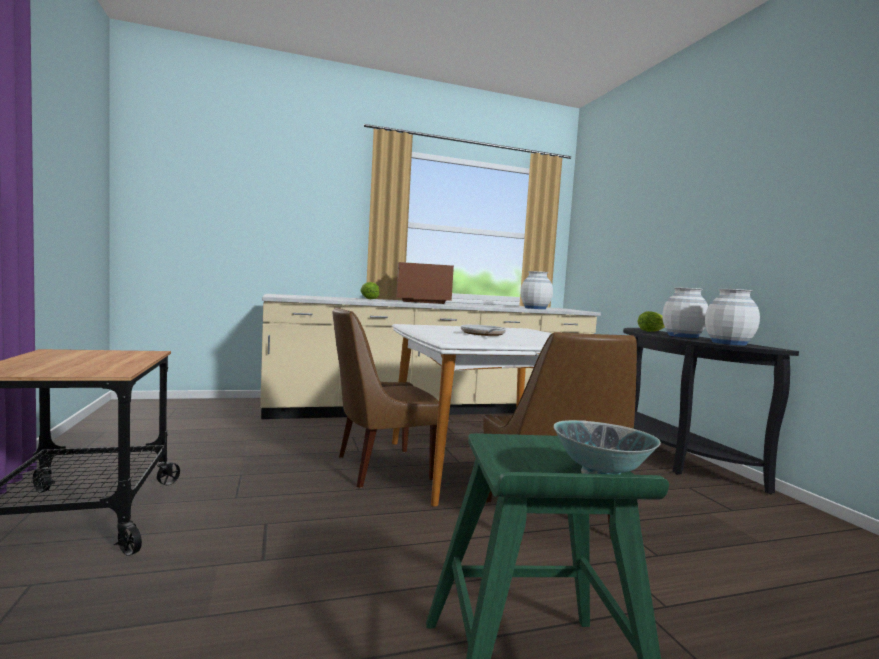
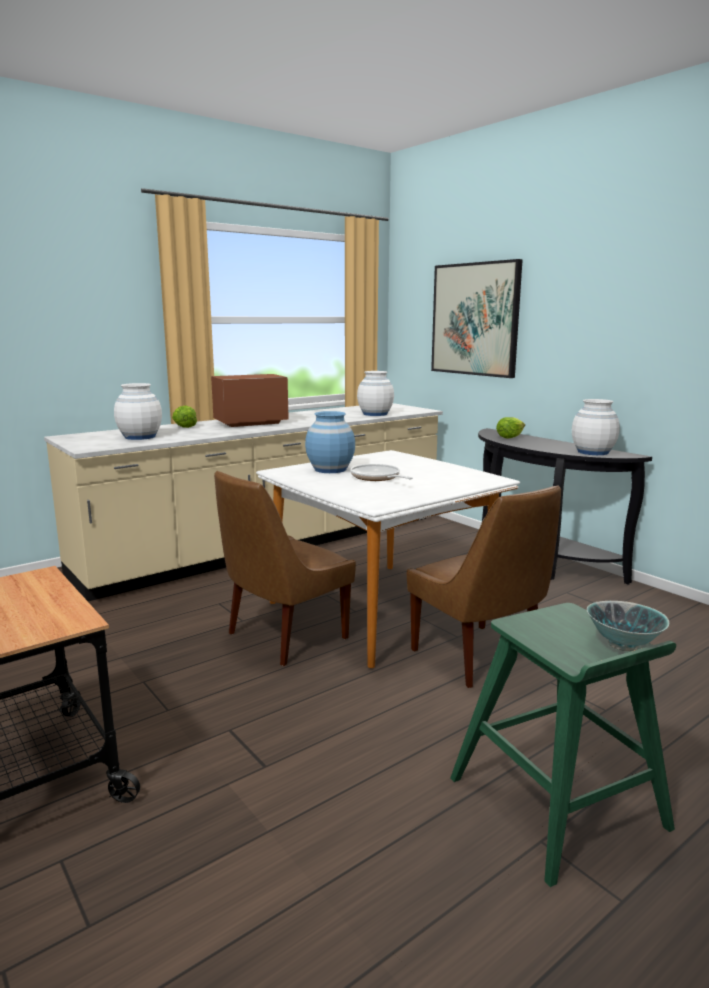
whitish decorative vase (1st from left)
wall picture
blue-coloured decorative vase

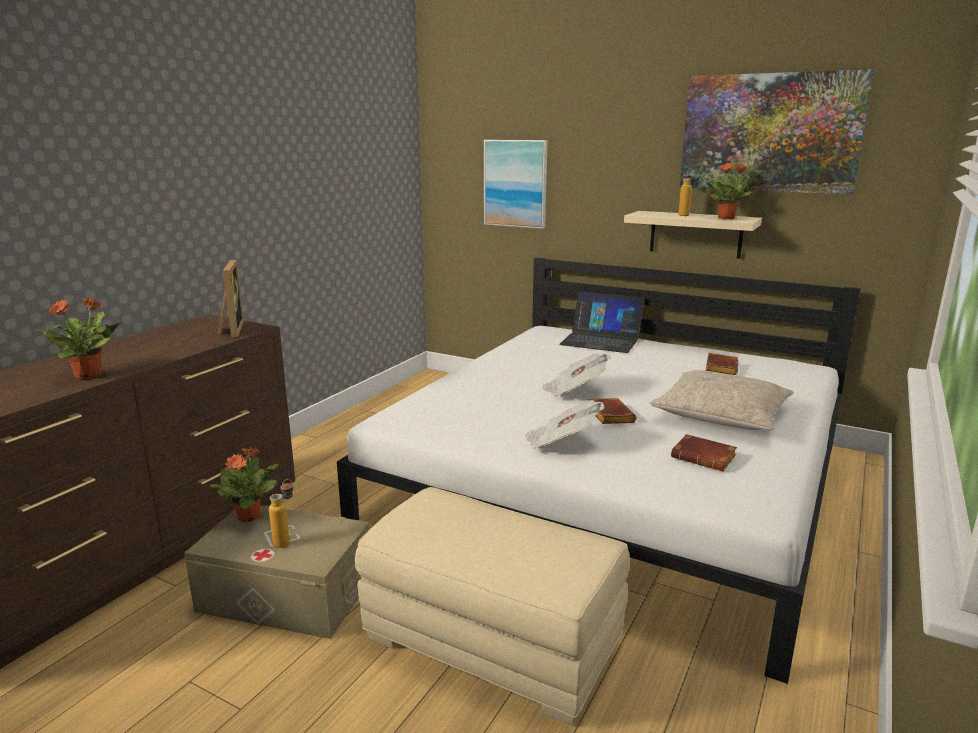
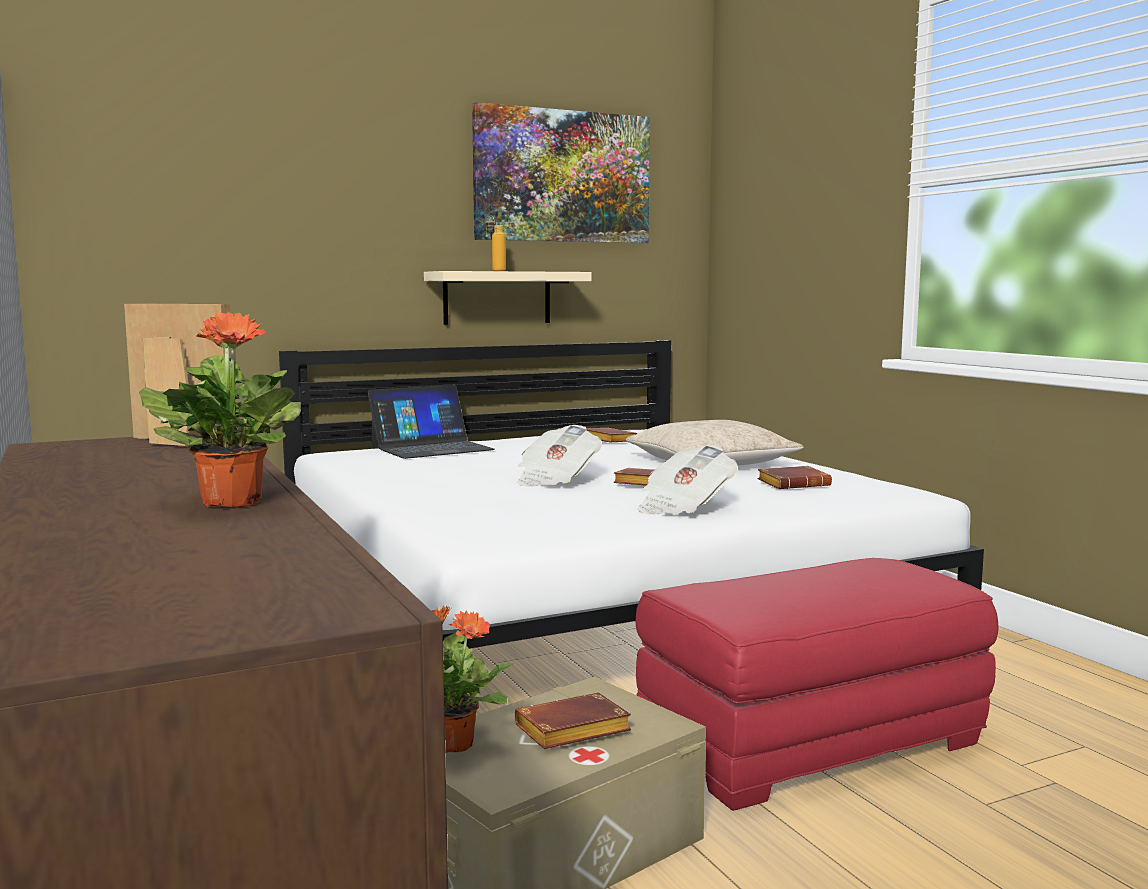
wall picture (1st from left in the first image)
potted plant (3rd from left in the first image)
brown-coloured book (1st from left)
red-coloured pouffe

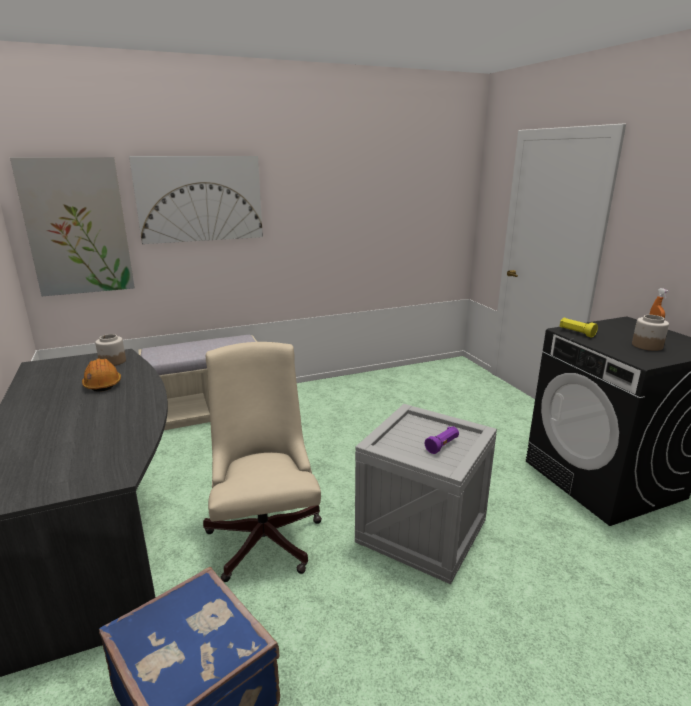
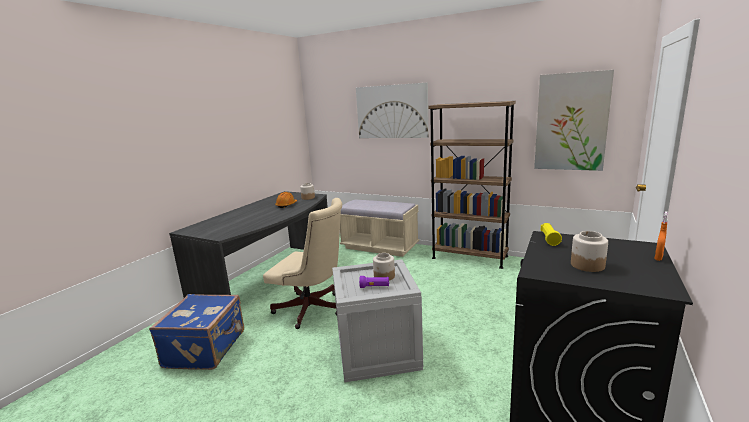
wall picture (2nd from left)
sand-coloured office chair
brown-coloured shelving unit
storage jar (2nd from left)

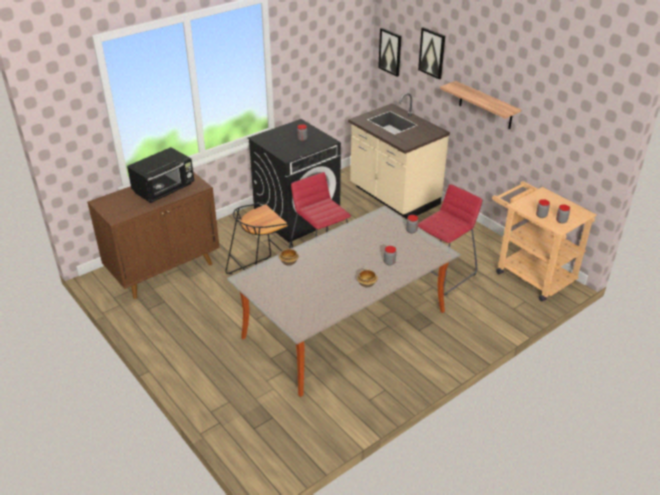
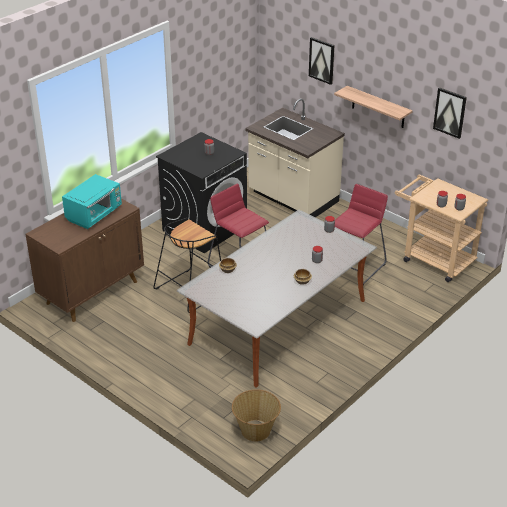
wall picture (2nd from left)
turquoise-coloured microwave
household basket

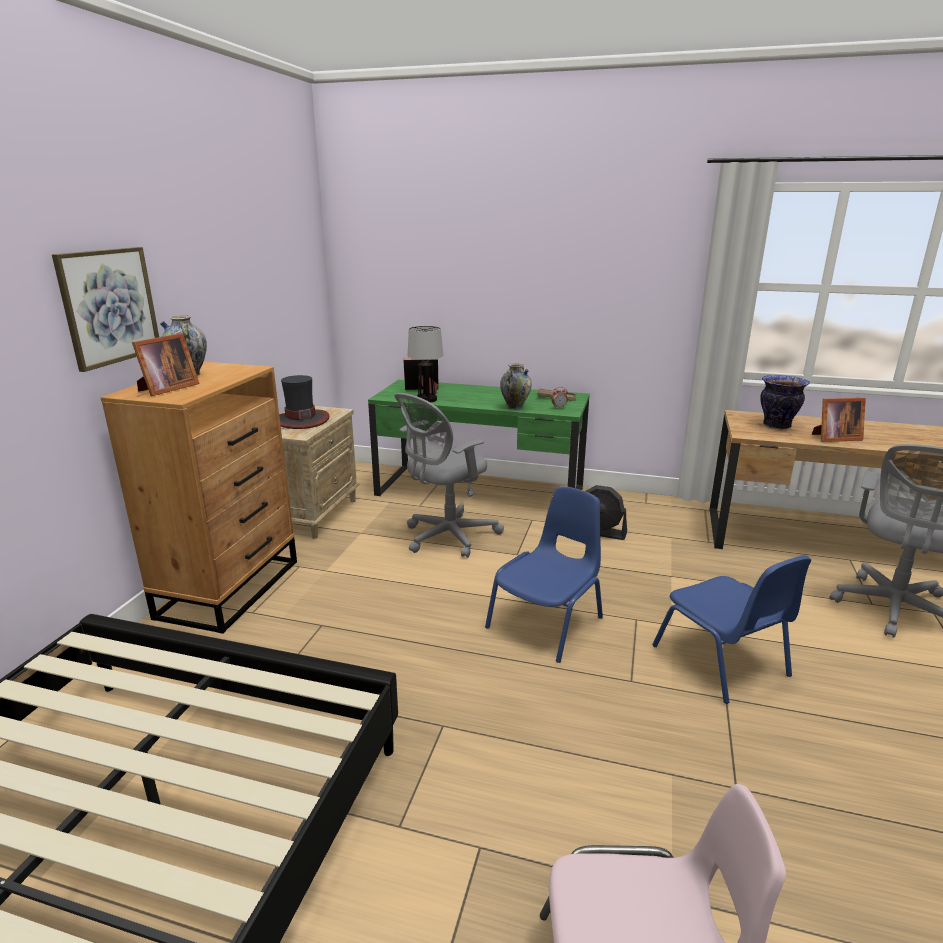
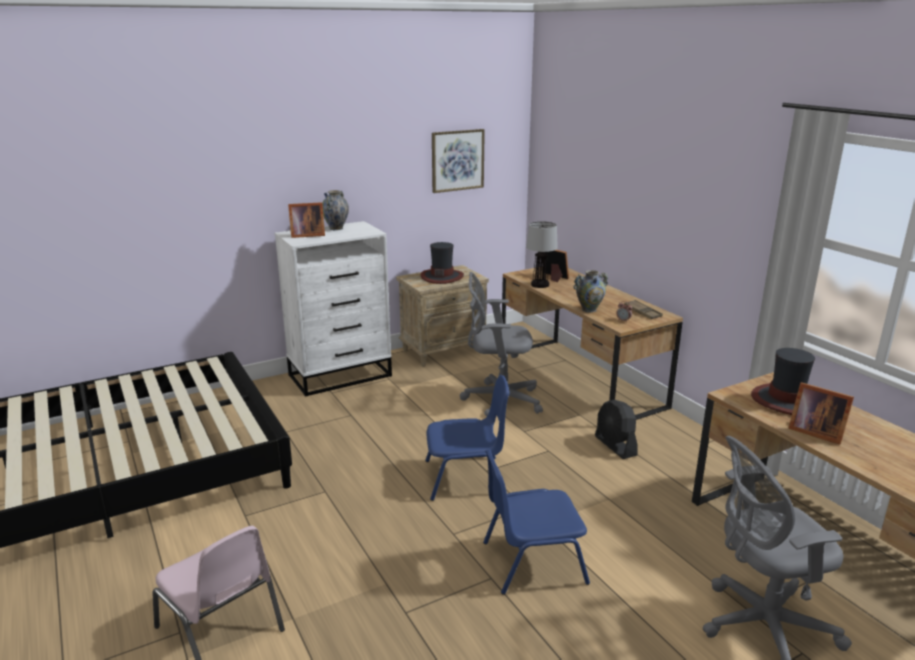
wall picture
whitish dresser
hat (2nd from left)
brown-coloured desk (1st from left)
blue-coloured chair (2nd from left)

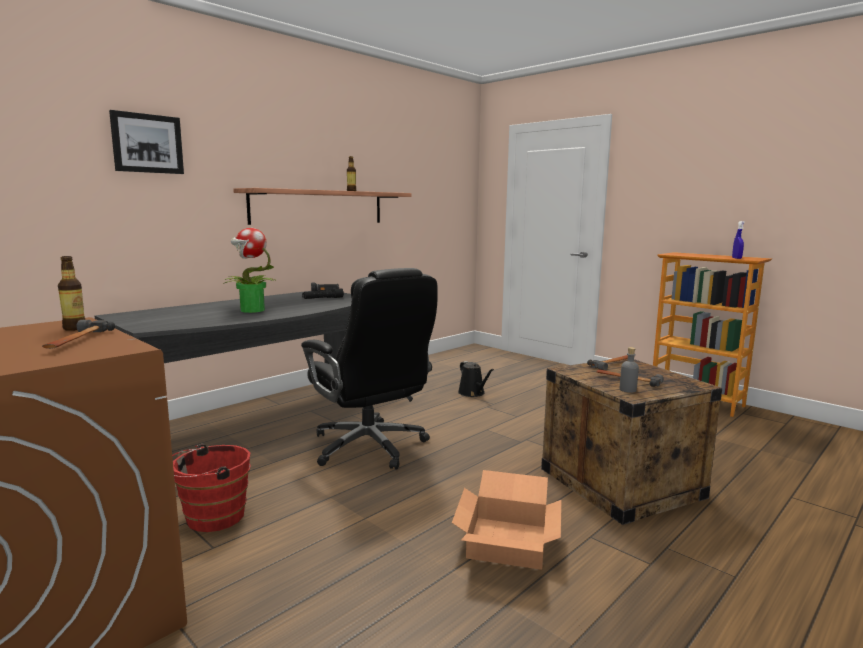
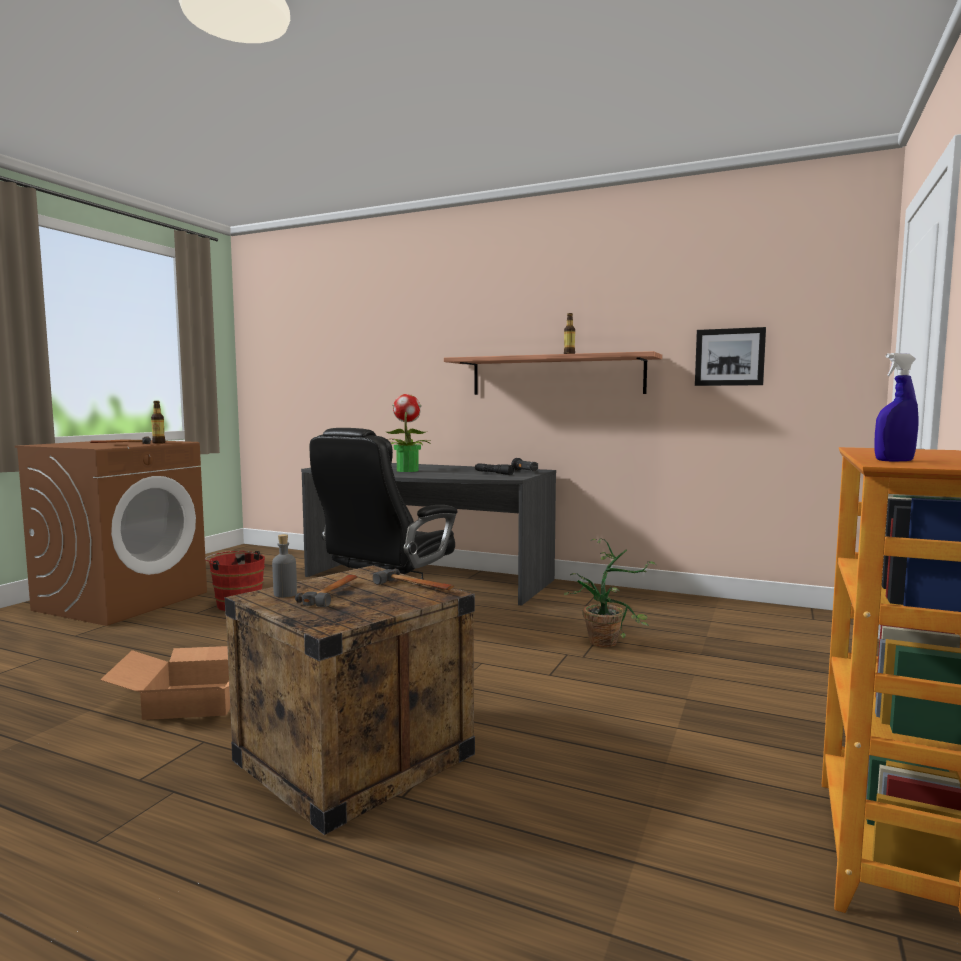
wall picture
potted plant (2nd from left)

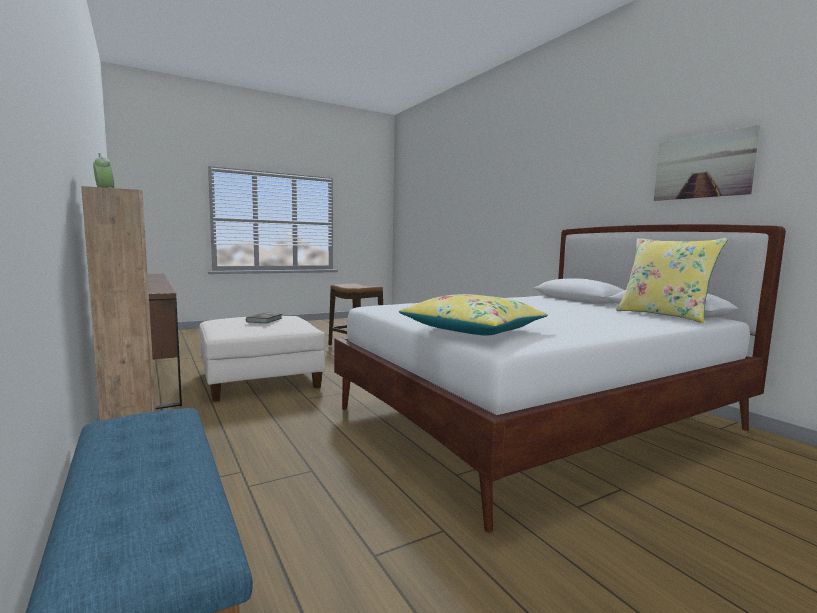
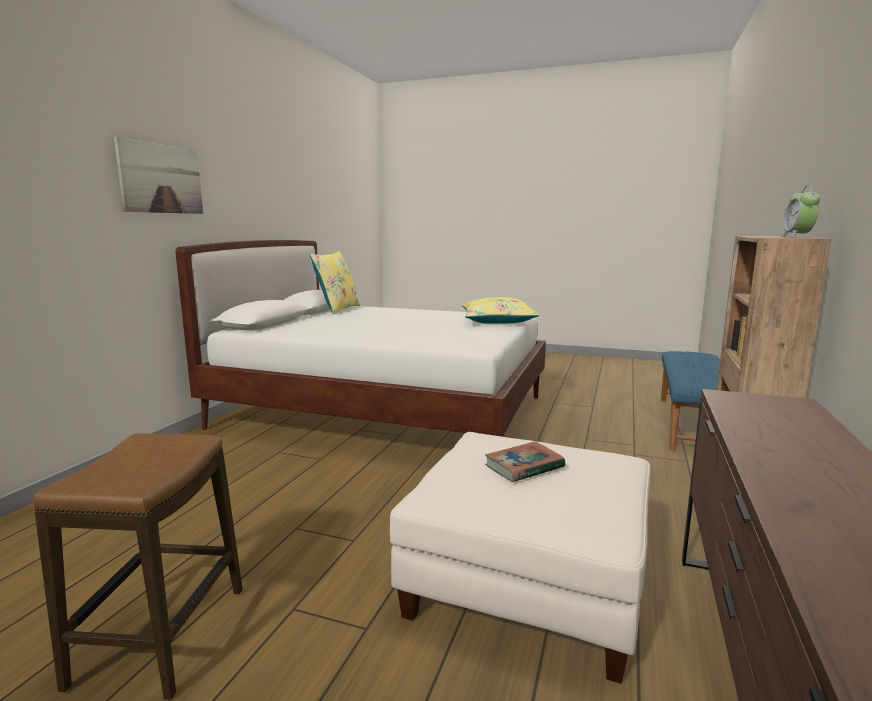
wall picture

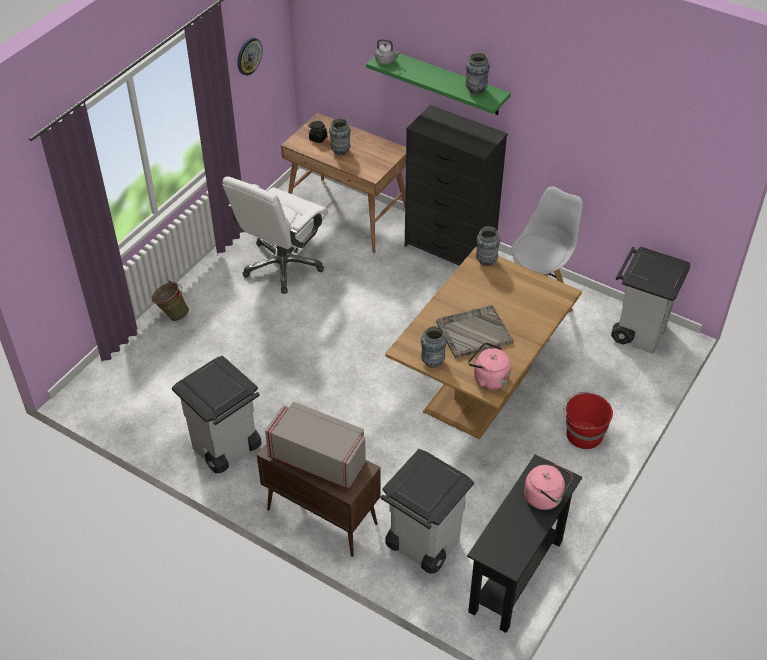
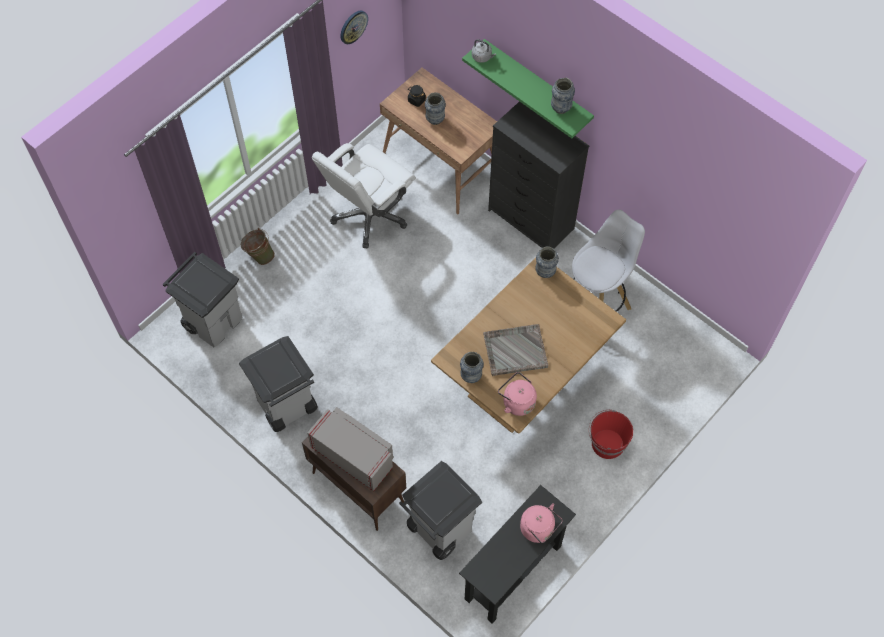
greyish trash can (1st from left)

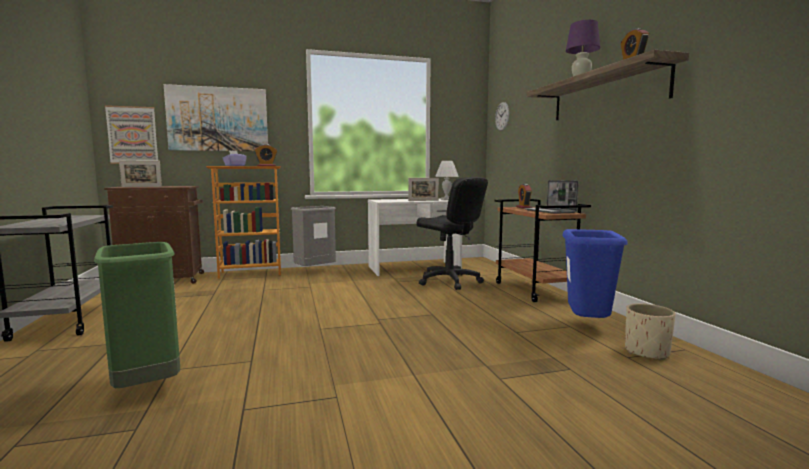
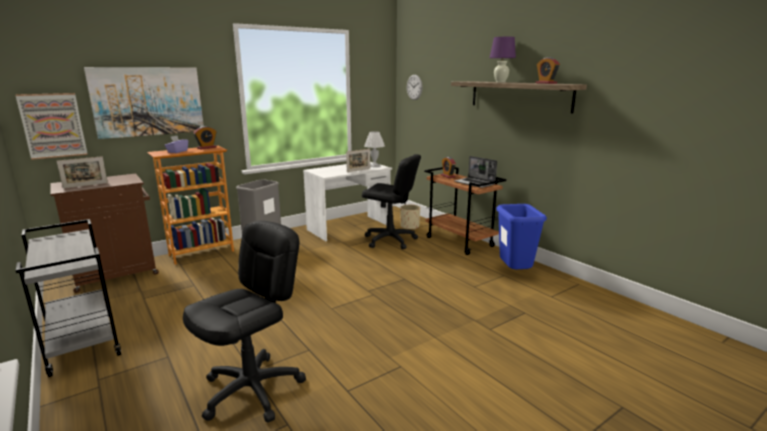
blackish office chair (1st from left)
sand-coloured flower pot

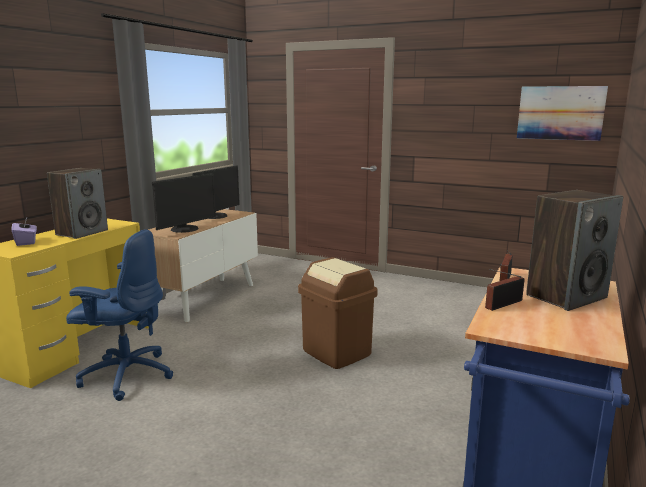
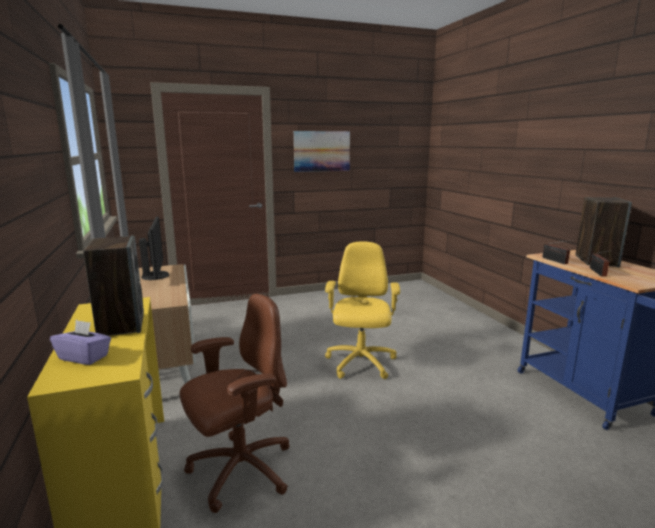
wall picture
monitor (1st from left in the first image)
brown-coloured office chair
yellow-coloured office chair

